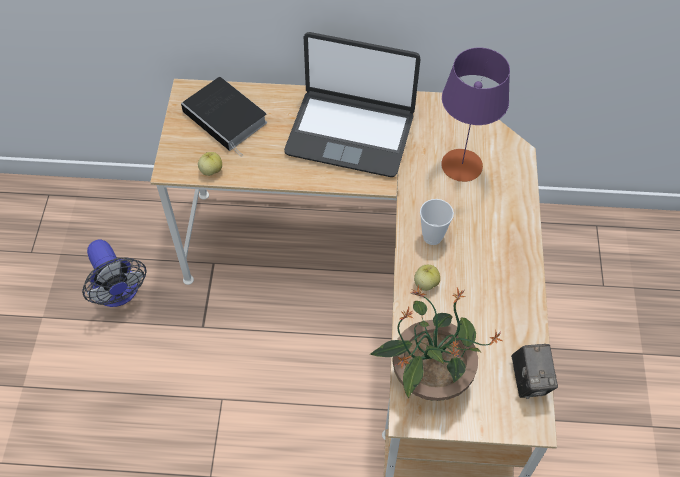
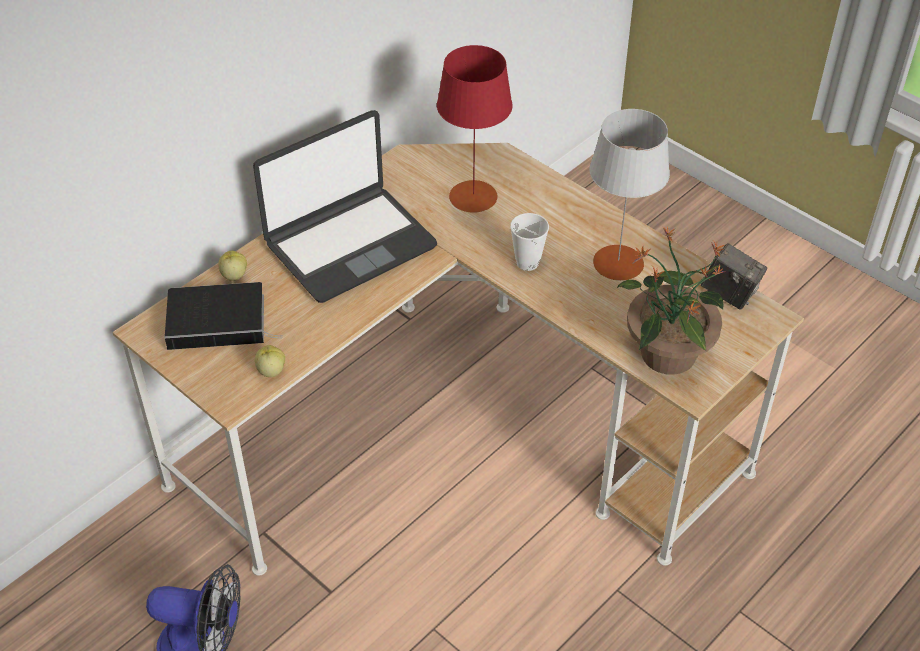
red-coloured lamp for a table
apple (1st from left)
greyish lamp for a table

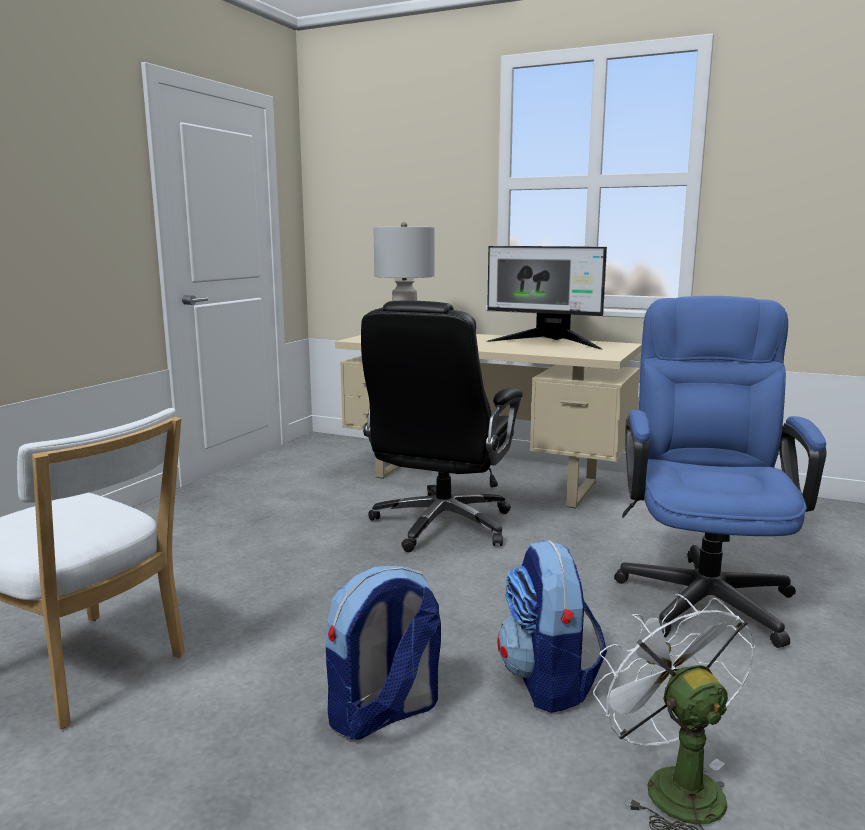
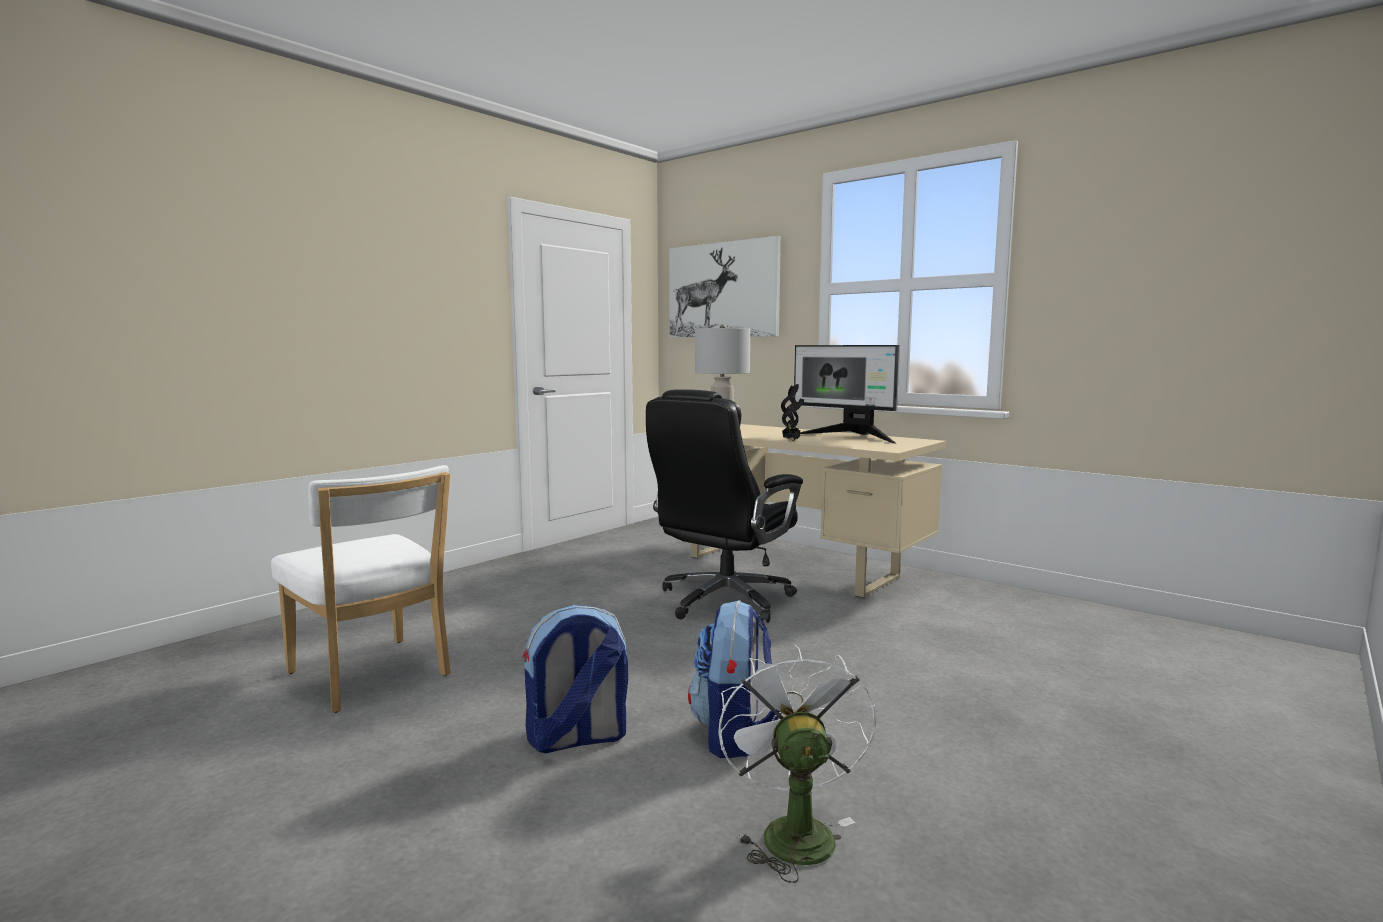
blue-coloured office chair
wall picture
potted plant

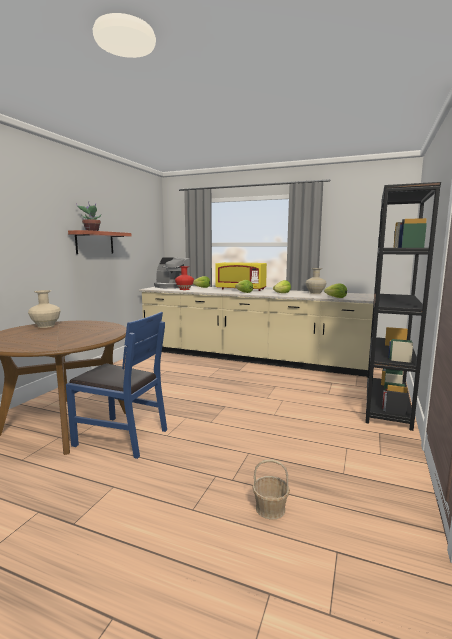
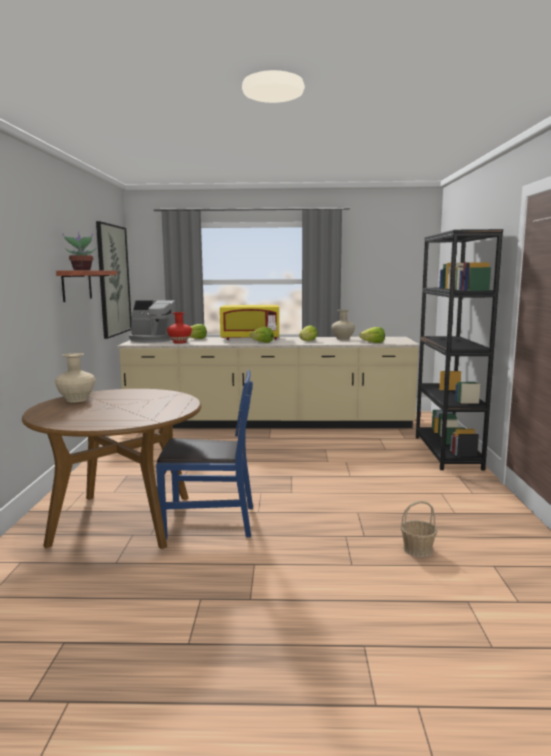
wall picture

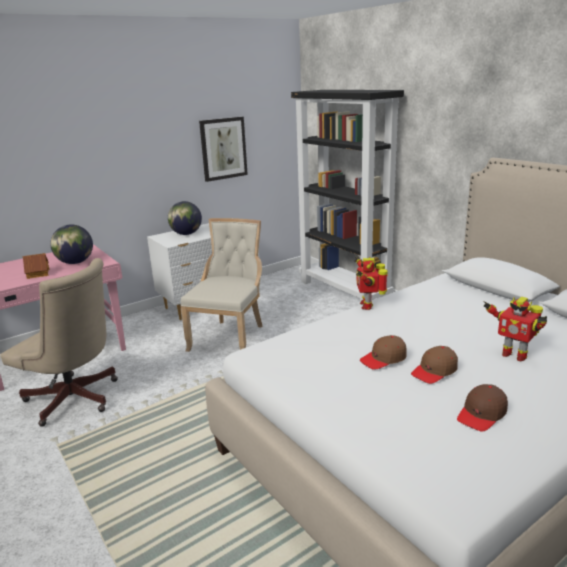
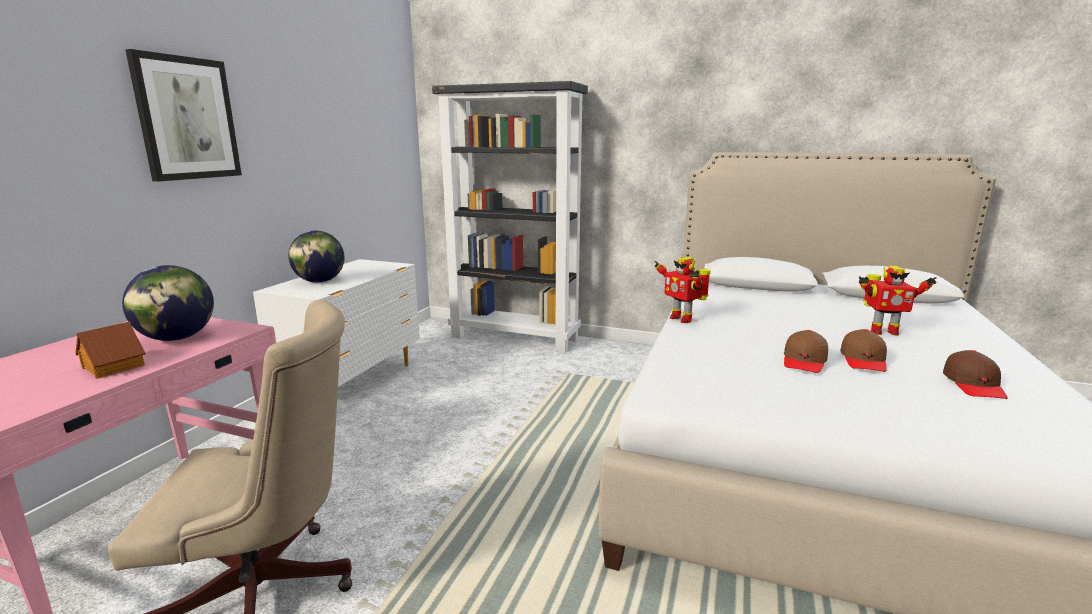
wall picture
sand-coloured chair

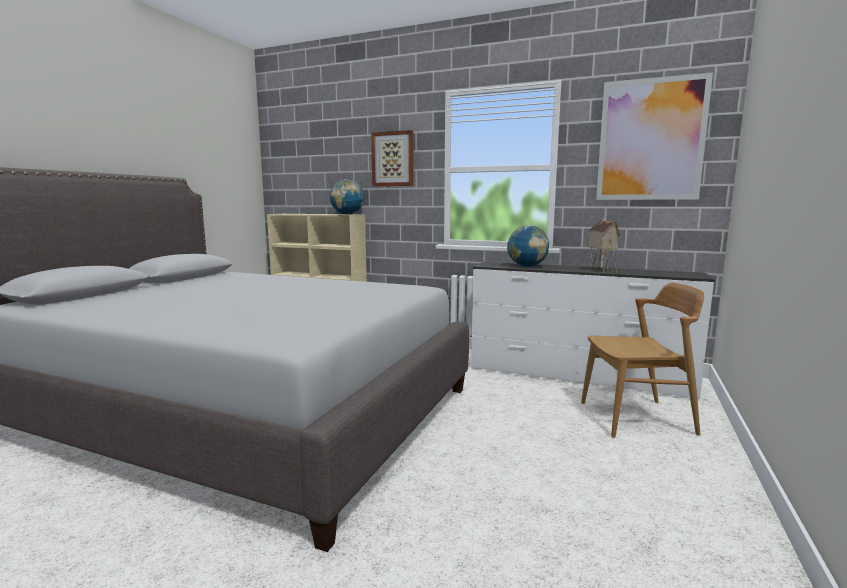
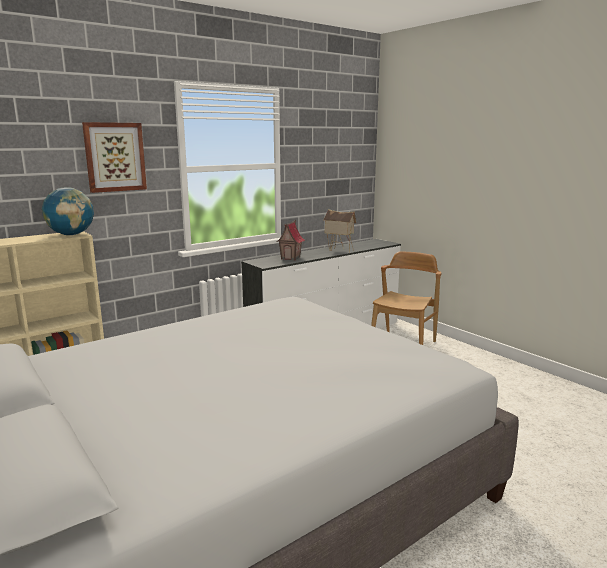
wall picture (2nd from left in the first image)
model house (1st from left)

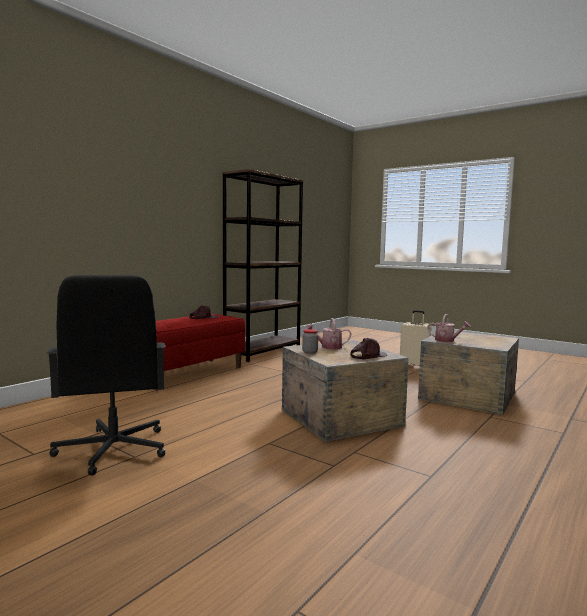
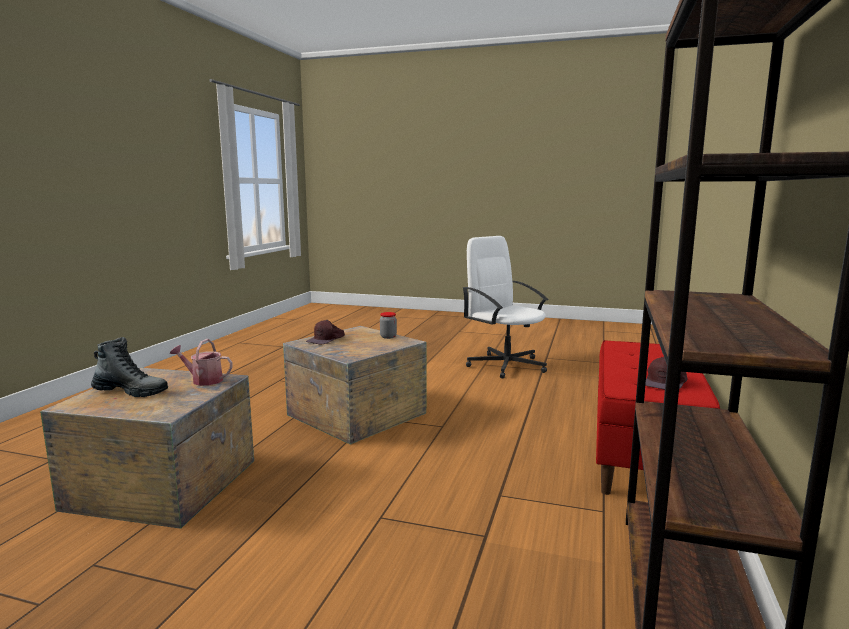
whitish office chair
sand-coloured travel case
watering can (1st from left in the first image)
boot

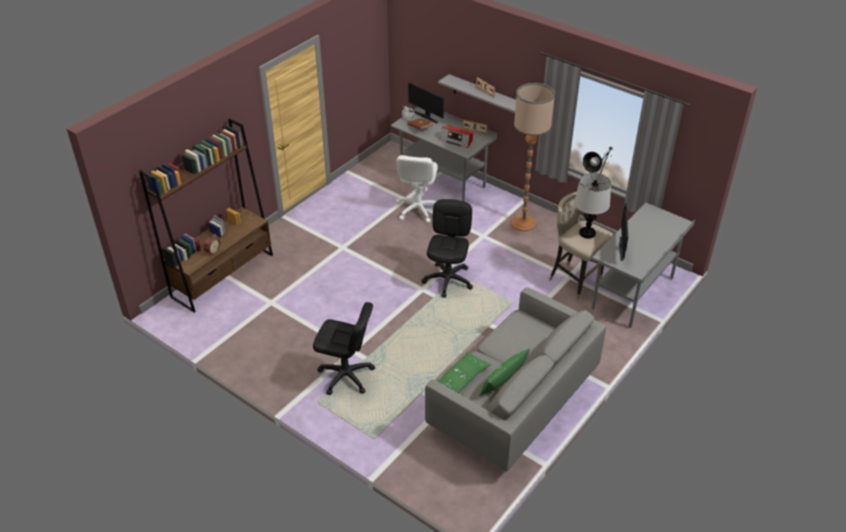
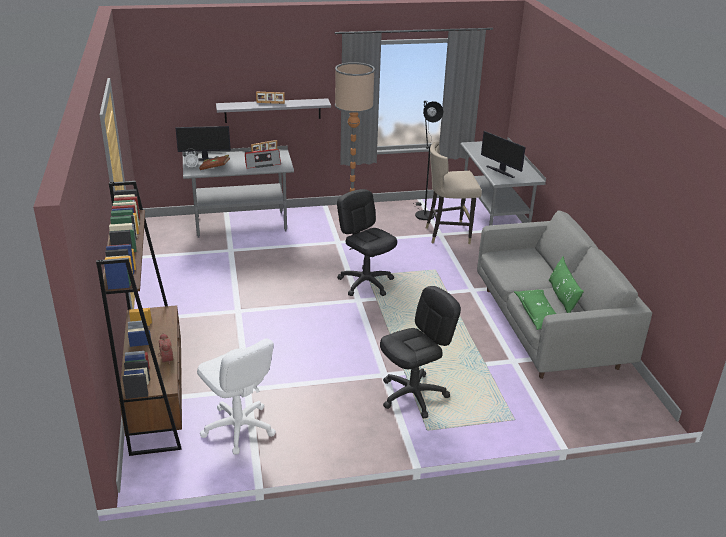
whitish office chair
lamp for a table

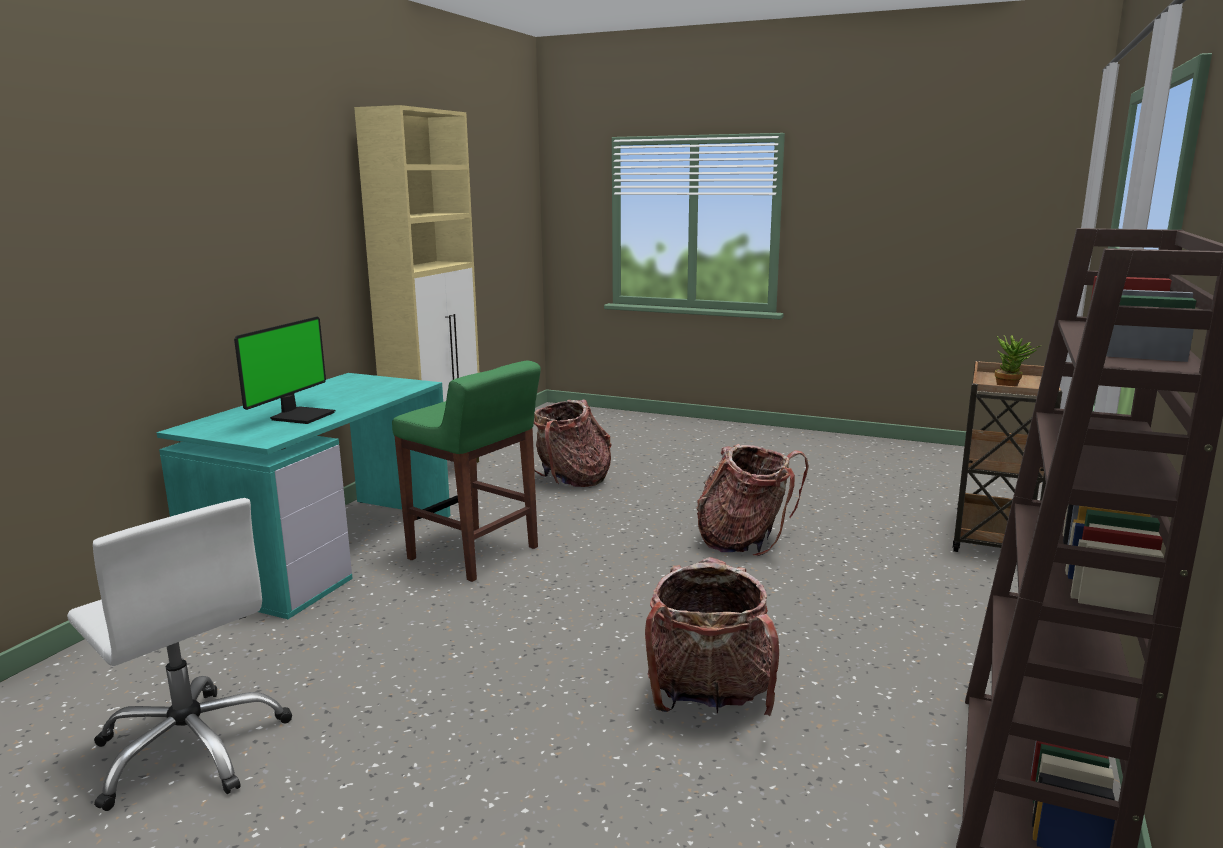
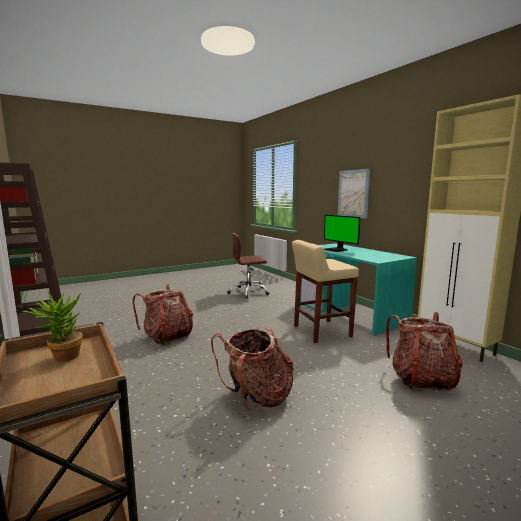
sand-coloured sitting stool
brown-coloured office chair
wall picture

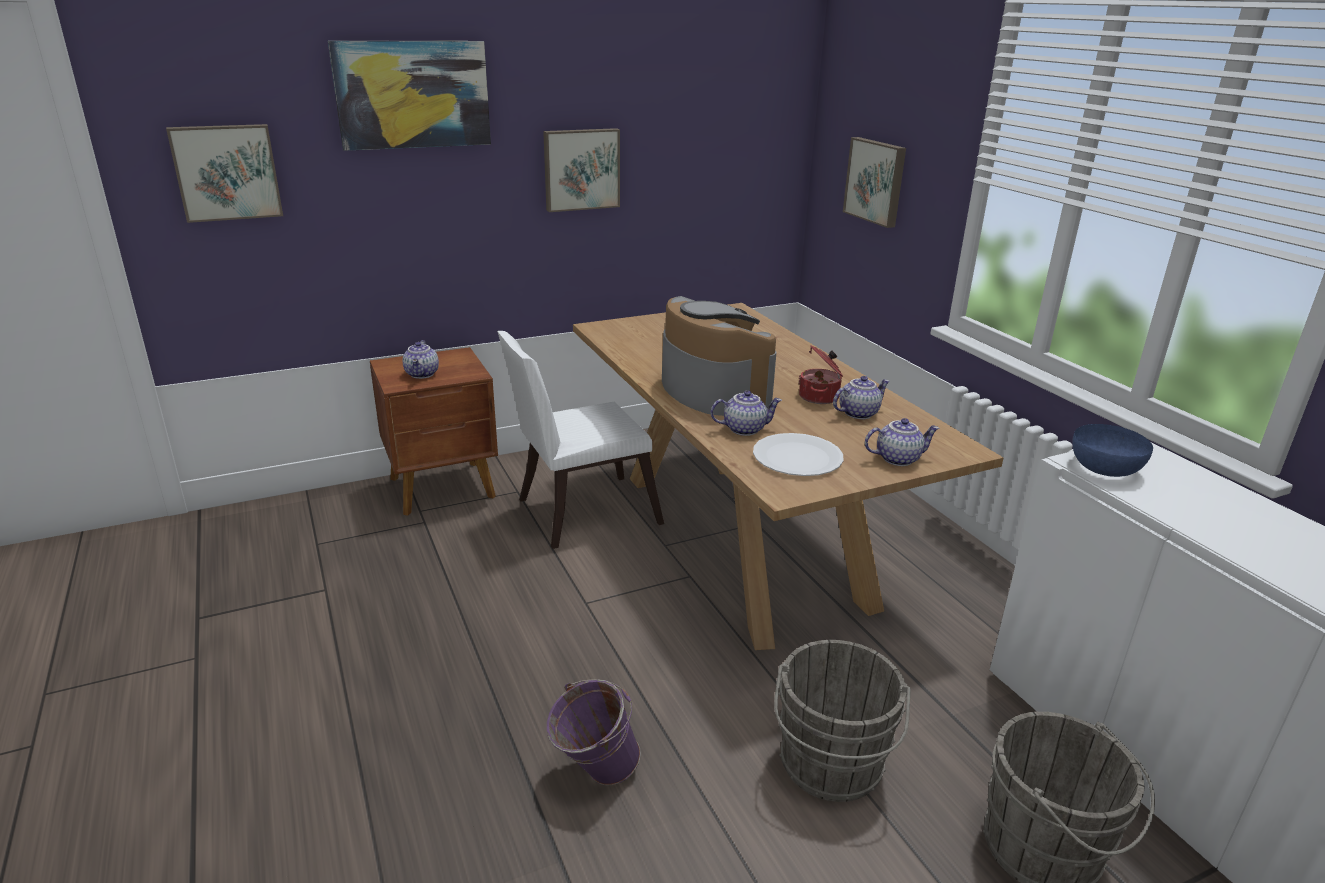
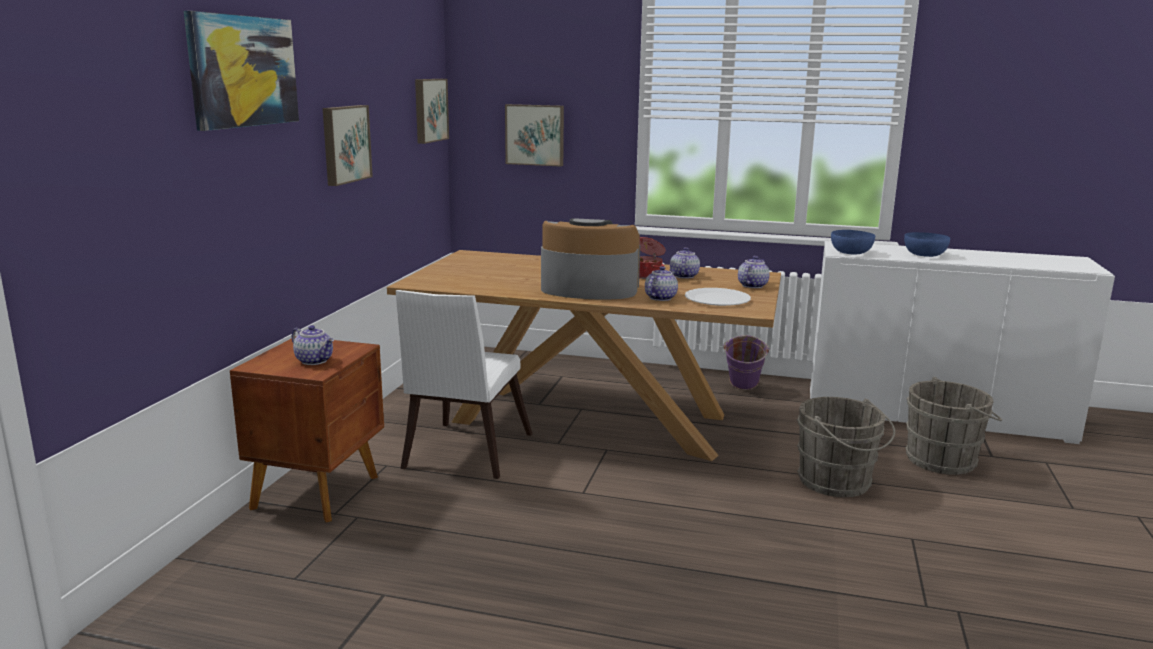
wall picture (3rd from left)
purple pail
blue-coloured deep dish (2nd from left)

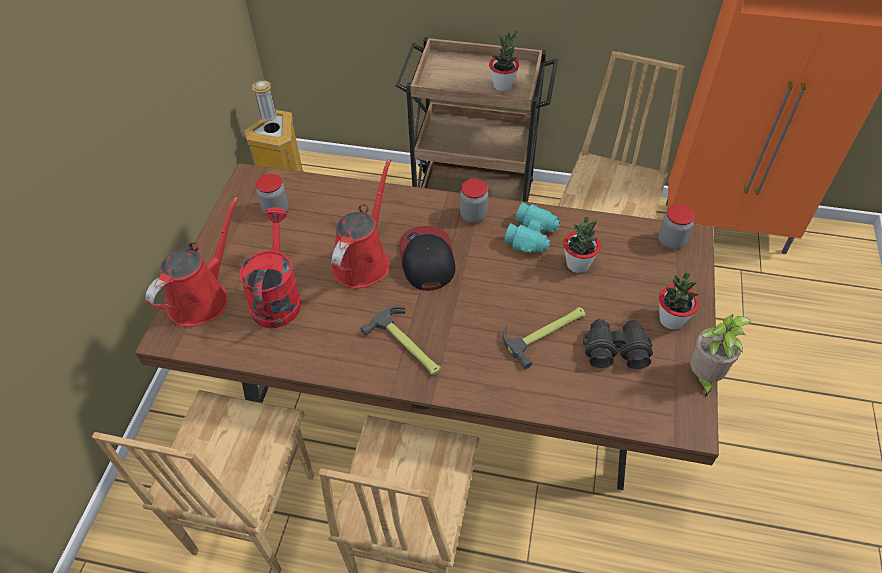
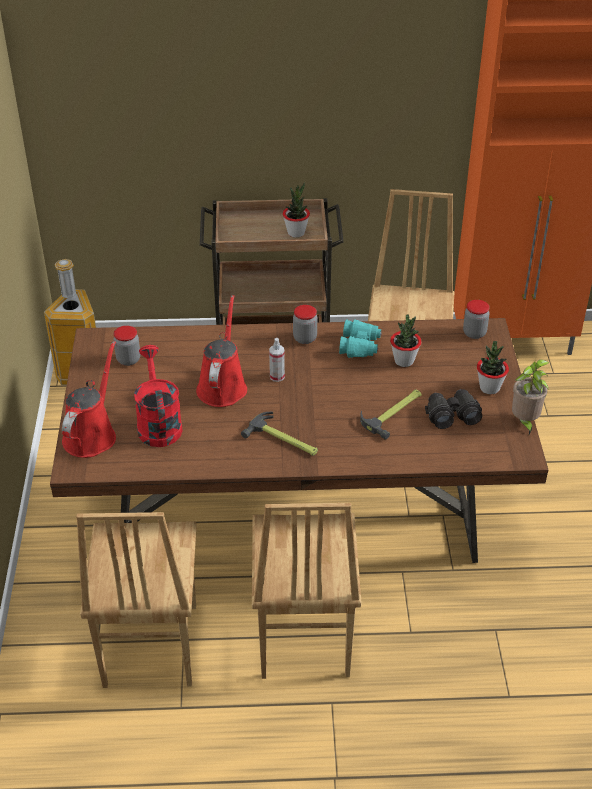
spray bottle

